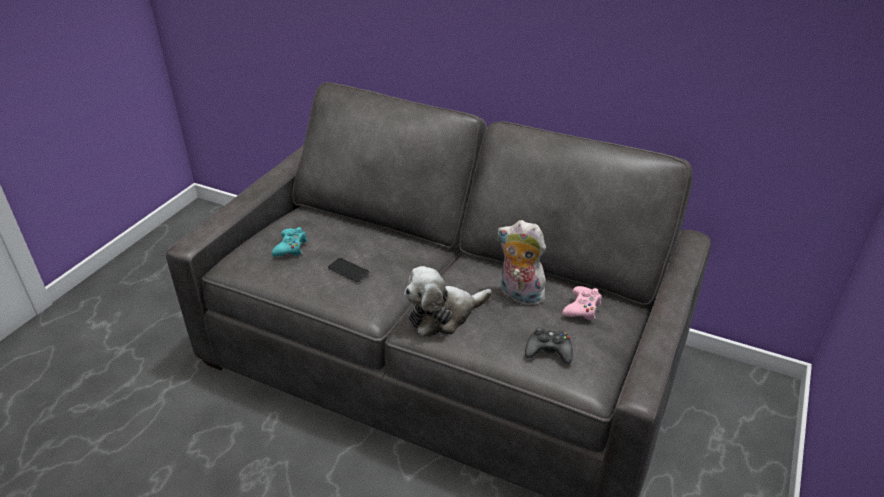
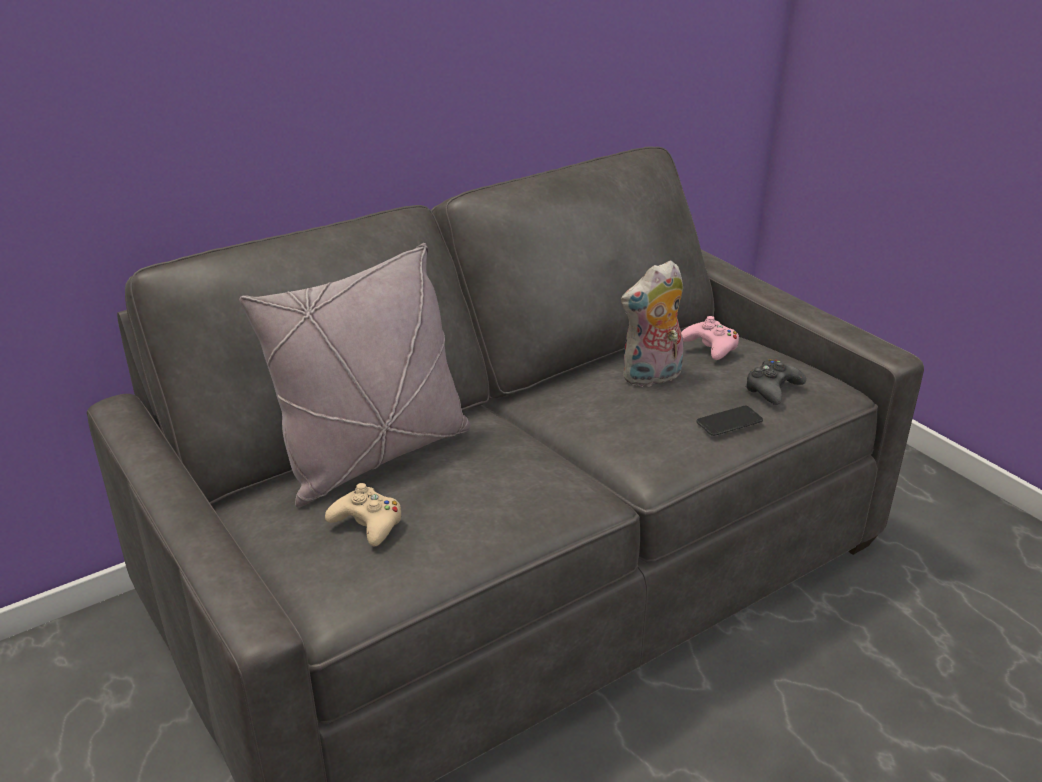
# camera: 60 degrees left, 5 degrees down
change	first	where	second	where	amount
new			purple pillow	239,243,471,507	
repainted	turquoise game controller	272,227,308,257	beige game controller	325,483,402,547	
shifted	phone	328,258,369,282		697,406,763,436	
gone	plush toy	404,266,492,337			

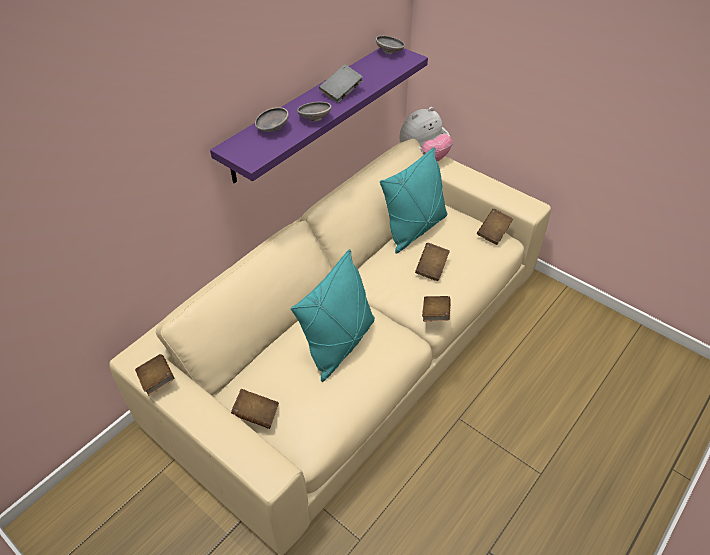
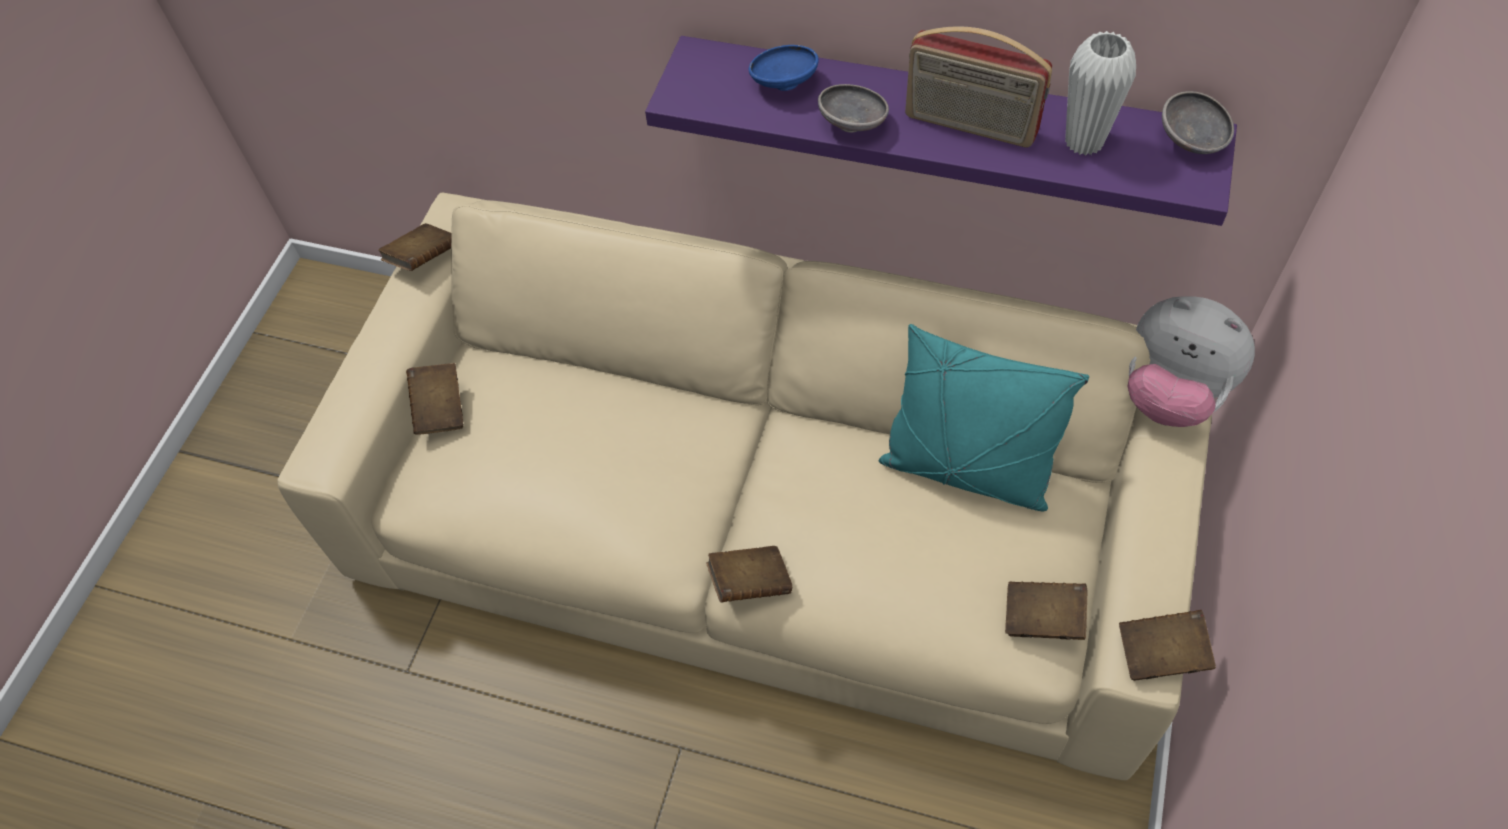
# camera: 70 degrees right, 10 degrees up
change	first	where	second	where	amount
repainted	grey bowl	255,107,289,132	blue bowl	749,45,819,91	
swapped	grey book	319,64,363,103	radio	905,26,1052,148	
new			white vase	1065,31,1136,156	
shifted	brown book	415,243,450,281		1119,610,1216,681	
gone	turquoise pillow	291,249,375,382			

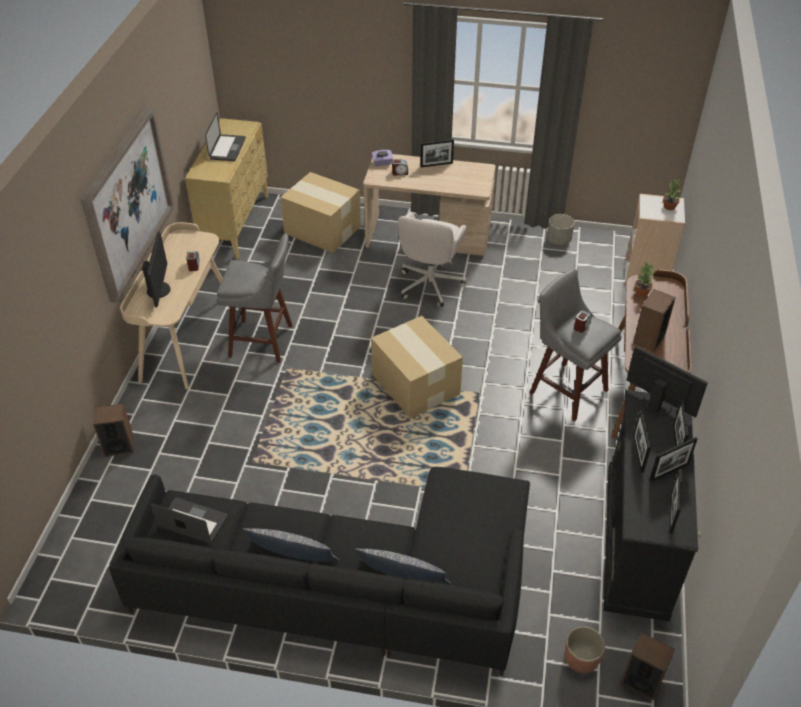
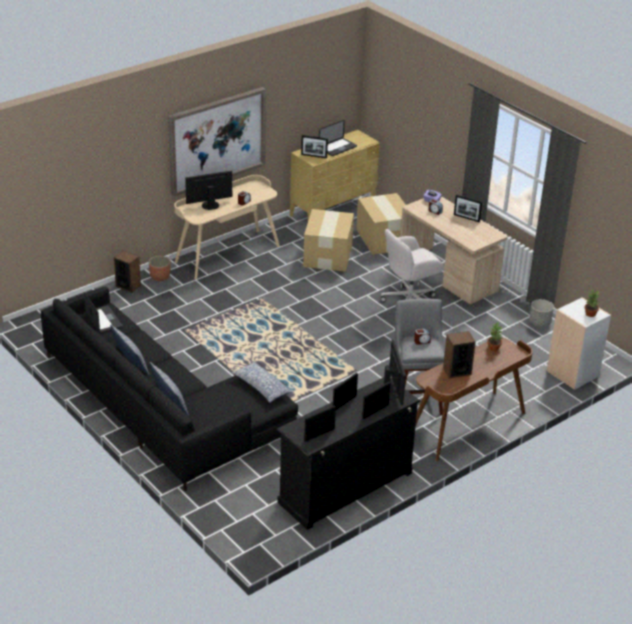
# camera: 40 degrees right, 10 degrees down
change	first	where	second	where	amount
shifted	planter	565,626,605,673		149,256,170,281	
rotated	monitor	142,231,171,308		185,170,232,210	150 degrees counterclockwise
new			pillow	231,361,294,403	
shifted	picture frame	649,437,697,481		301,135,328,158	
shifted	cardboard box	371,316,463,418		303,209,354,272	
gone	grey stool	217,234,293,363			
gone	speaker	621,632,675,701			

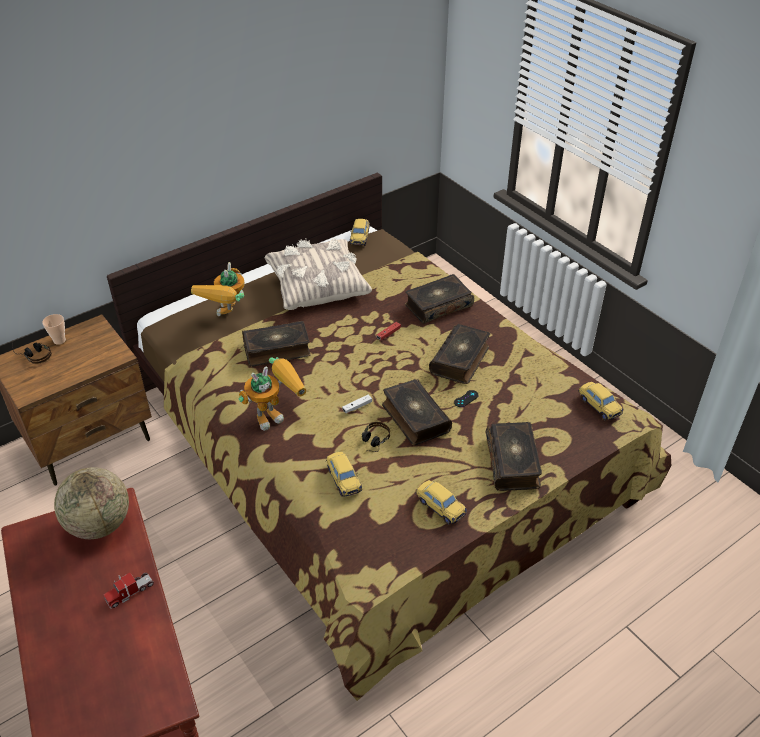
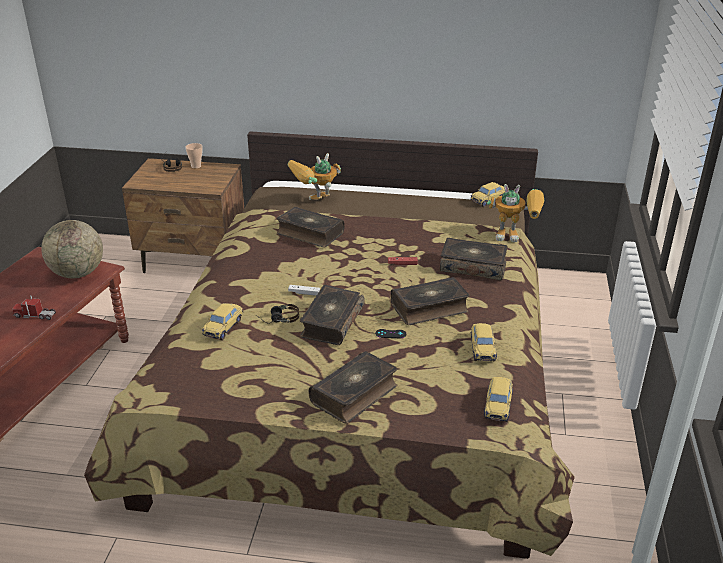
# camera: 45 degrees right, 10 degrees down
change	first	where	second	where	amount
shifted	toy car	415,480,467,524		471,323,497,362	
shifted	toy robot	238,357,307,431		487,184,544,242	
gone	beige pillow	265,238,372,310			

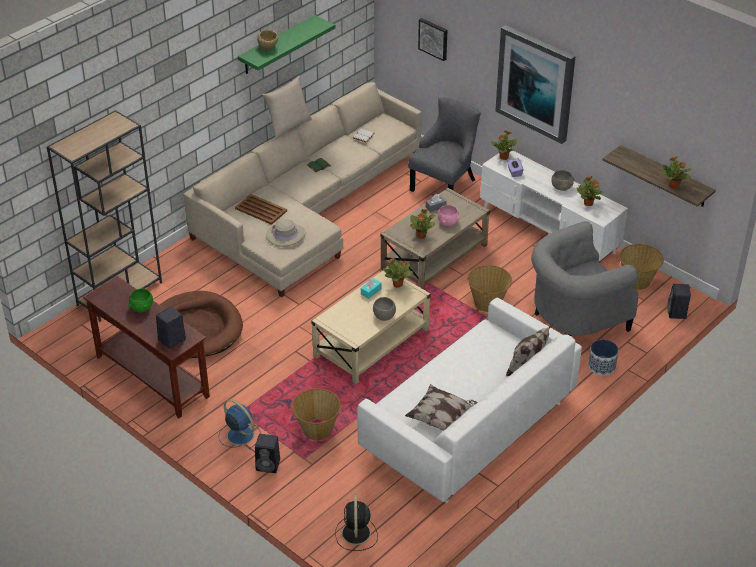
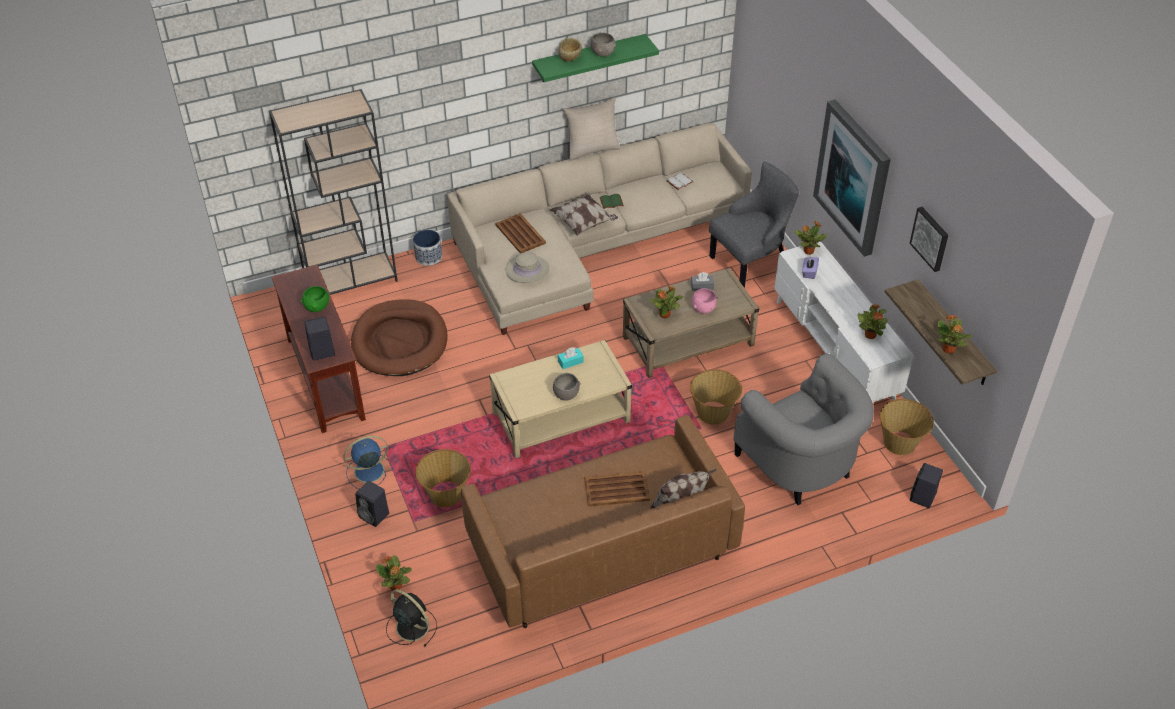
# camera: 25 degrees right, 5 degrees up
change	first	where	second	where	amount
rotated	blue fan	219,399,261,450		343,436,394,489	90 degrees counterclockwise
shifted	potted plant	383,258,413,288		376,555,412,590	
rotated	black fan	335,493,378,551		386,589,437,647	105 degrees clockwise
shifted	planter	588,339,619,376		413,230,442,266	
repainted	white sofa	357,298,582,503	brown sofa	461,415,745,628	
shifted	pillow	405,384,478,431		550,193,618,236	
new			brown tray	584,471,650,507	
shifted	grey bowl	551,170,575,191		590,33,616,57	
rotated	grey armchair	531,221,639,336		734,353,874,505	120 degrees counterclockwise
shifted	picture	418,18,447,61		910,207,948,272	

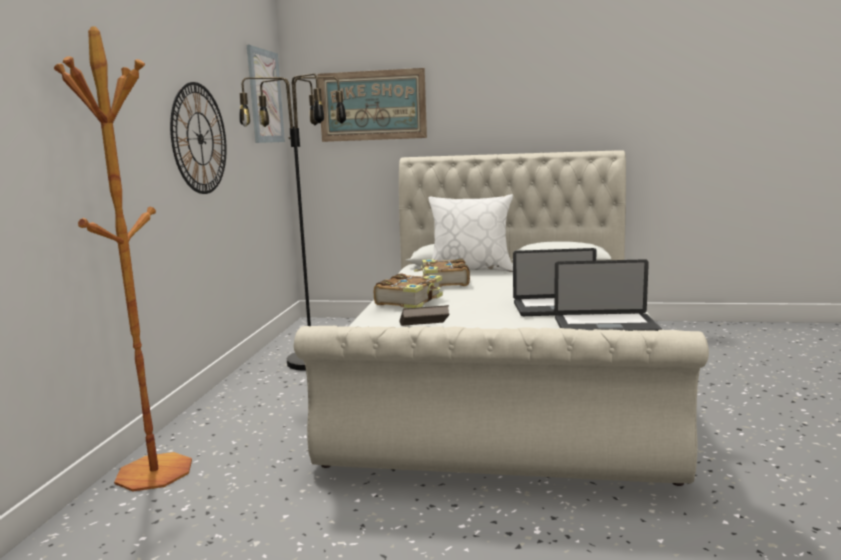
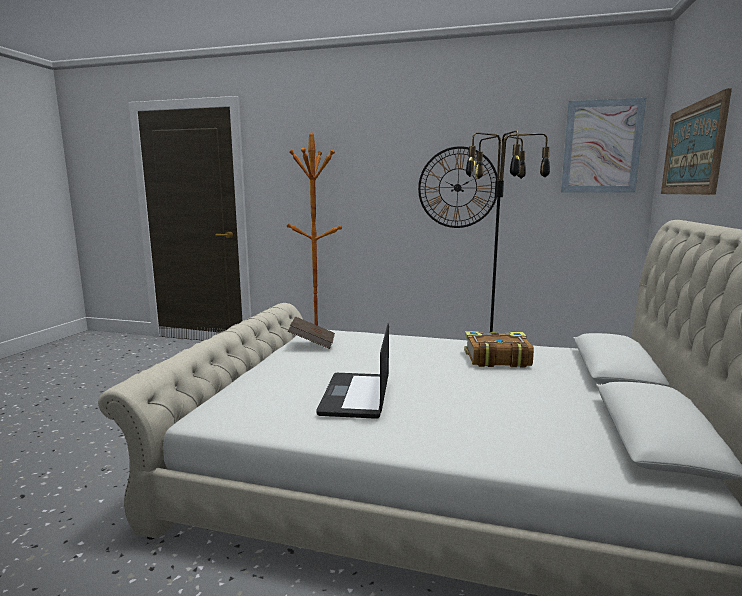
# camera: 95 degrees right, 0 degrees up
change	first	where	second	where	amount
gone	book	374,273,443,308			
gone	white pillow	428,194,513,272			
gone	laptop	554,259,662,331			

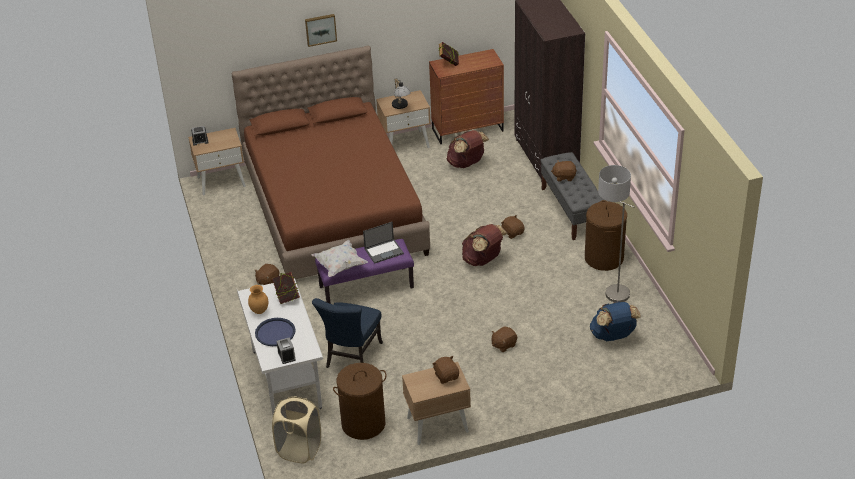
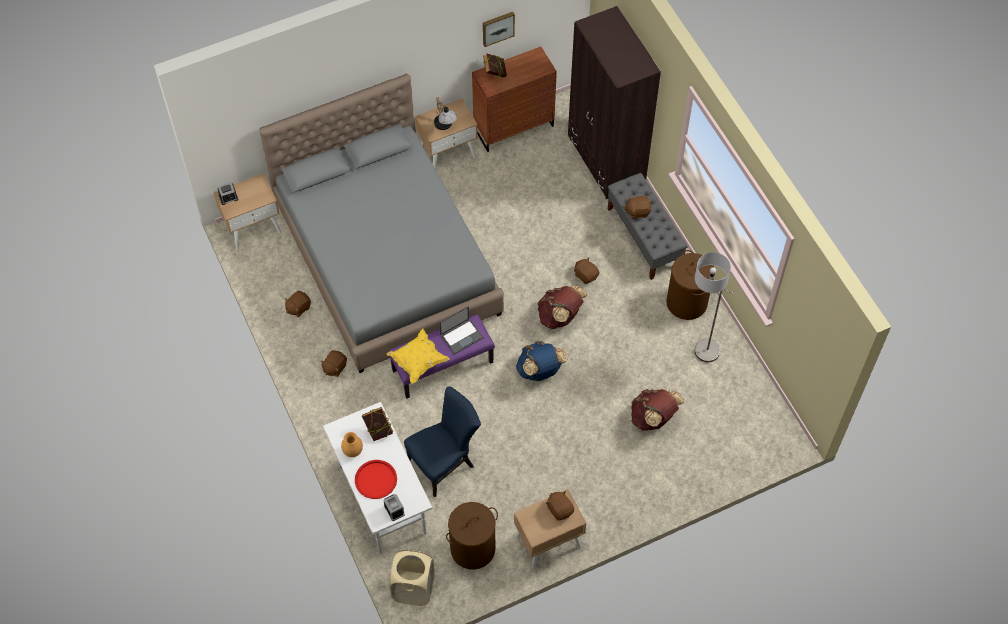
# camera: 10 degrees left, 20 degrees up
change	first	where	second	where	amount
repainted	brown bed	232,45,430,279	grey bed	259,74,504,373	
shifted	brown plush toy	492,326,517,352		285,291,311,317	
repainted	blue tray	255,318,296,346	red tray	355,460,397,499	
repainted	white pillow	312,240,368,277	yellow pillow	387,329,450,383	
rotated	blue chair	312,298,383,368		404,386,481,497	135 degrees counterclockwise
shifted	picture	305,14,337,47		483,12,515,47	
shifted	blue backpack	590,301,641,341		516,341,567,381	
shifted	brown backpack	447,130,489,168		631,389,684,431	

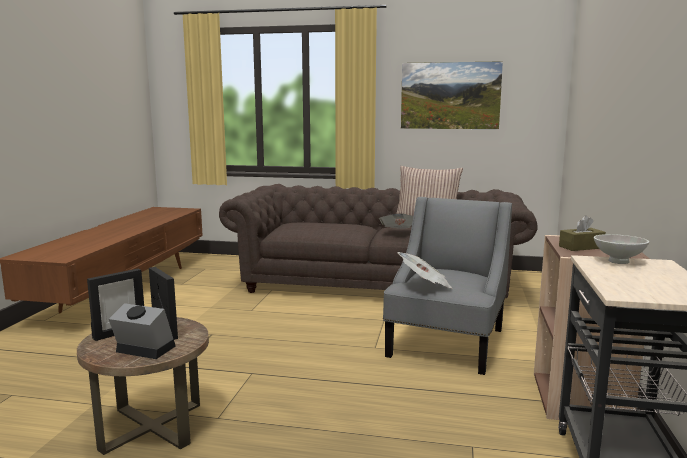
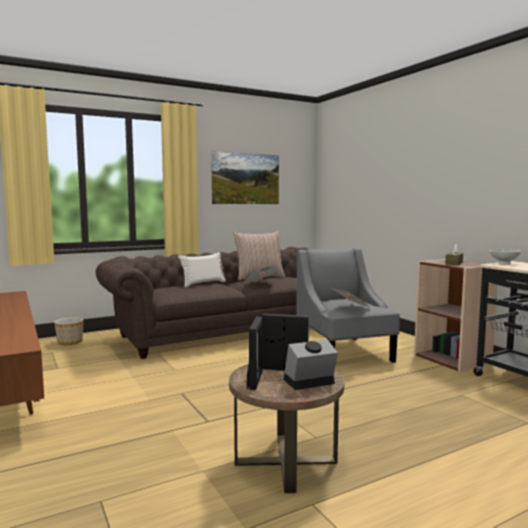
# camera: 40 degrees left, 5 degrees down
change	first	where	second	where	amount
new			planter	54,317,84,345	
new			white pillow	178,252,226,288	

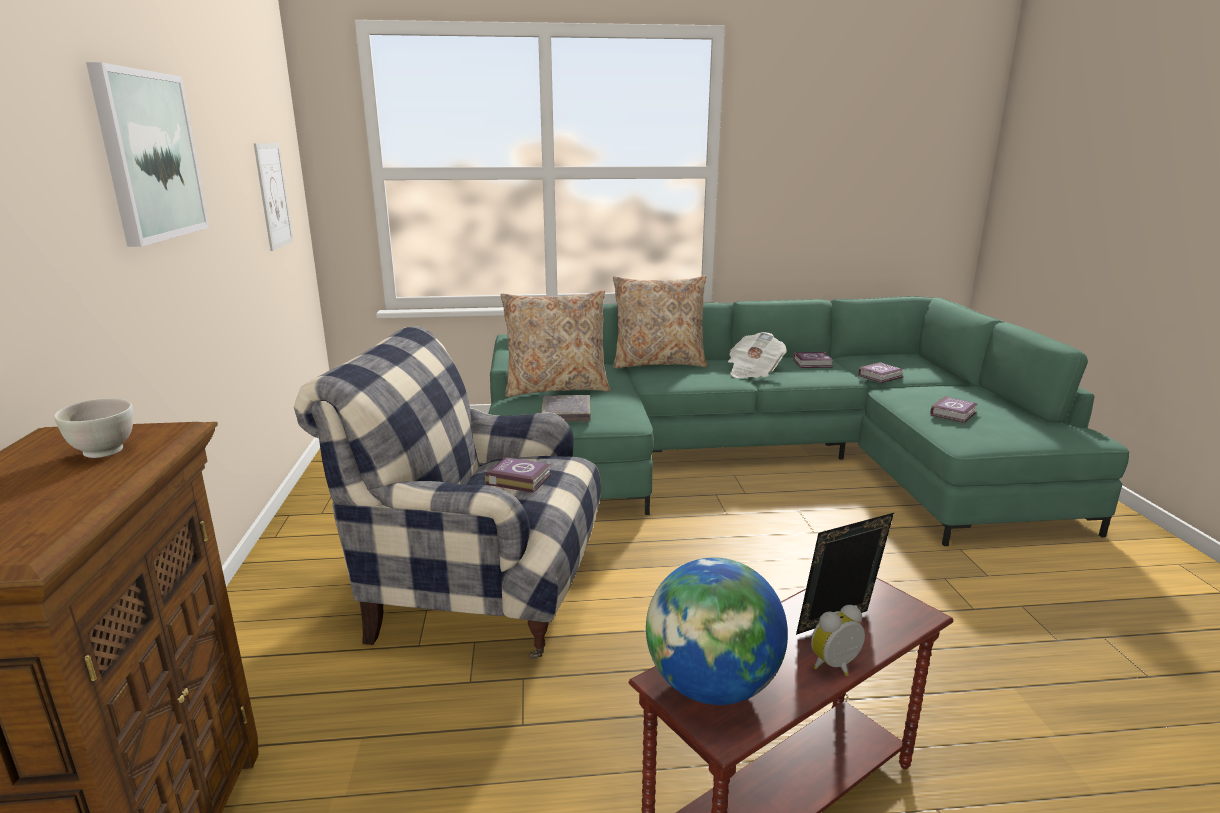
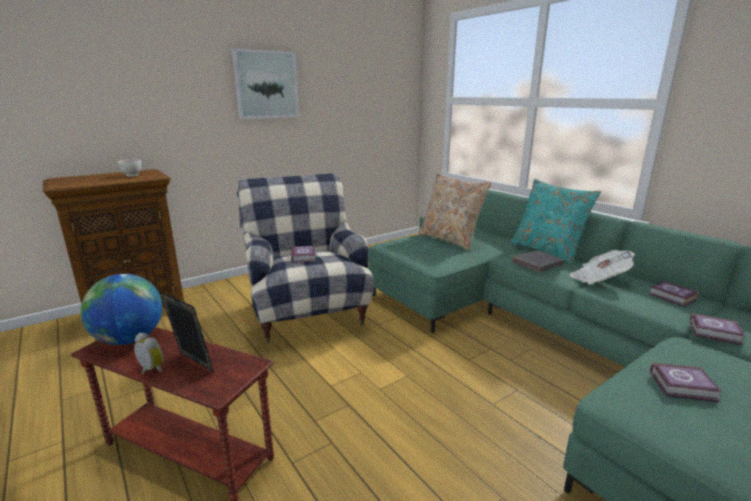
# camera: 60 degrees right, 0 degrees up
change	first	where	second	where	amount
repainted	beige pillow	613,275,707,368	turquoise pillow	510,179,601,264	
shifted	grey book	541,395,591,422		512,250,564,272	
gone	picture	254,143,294,251			

